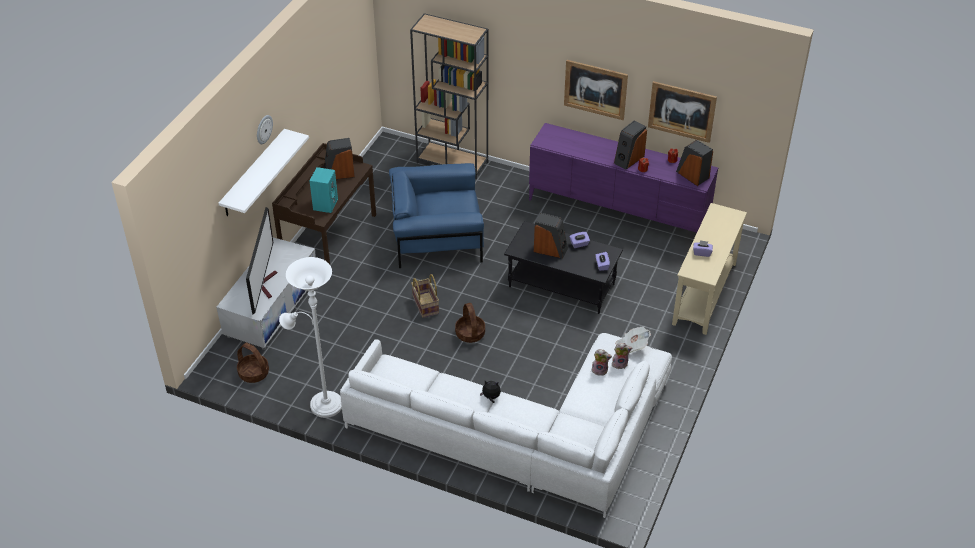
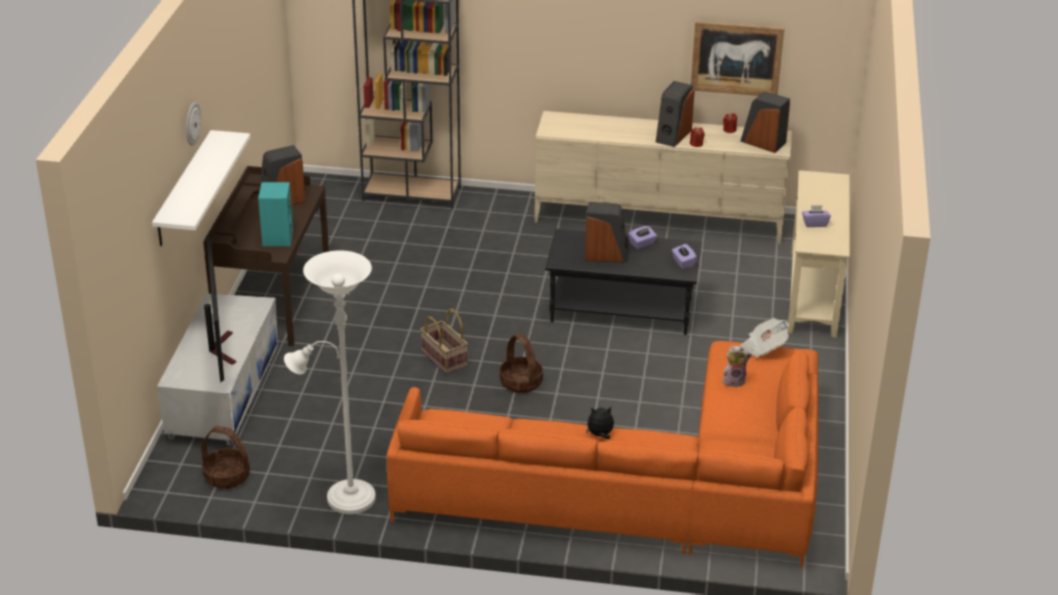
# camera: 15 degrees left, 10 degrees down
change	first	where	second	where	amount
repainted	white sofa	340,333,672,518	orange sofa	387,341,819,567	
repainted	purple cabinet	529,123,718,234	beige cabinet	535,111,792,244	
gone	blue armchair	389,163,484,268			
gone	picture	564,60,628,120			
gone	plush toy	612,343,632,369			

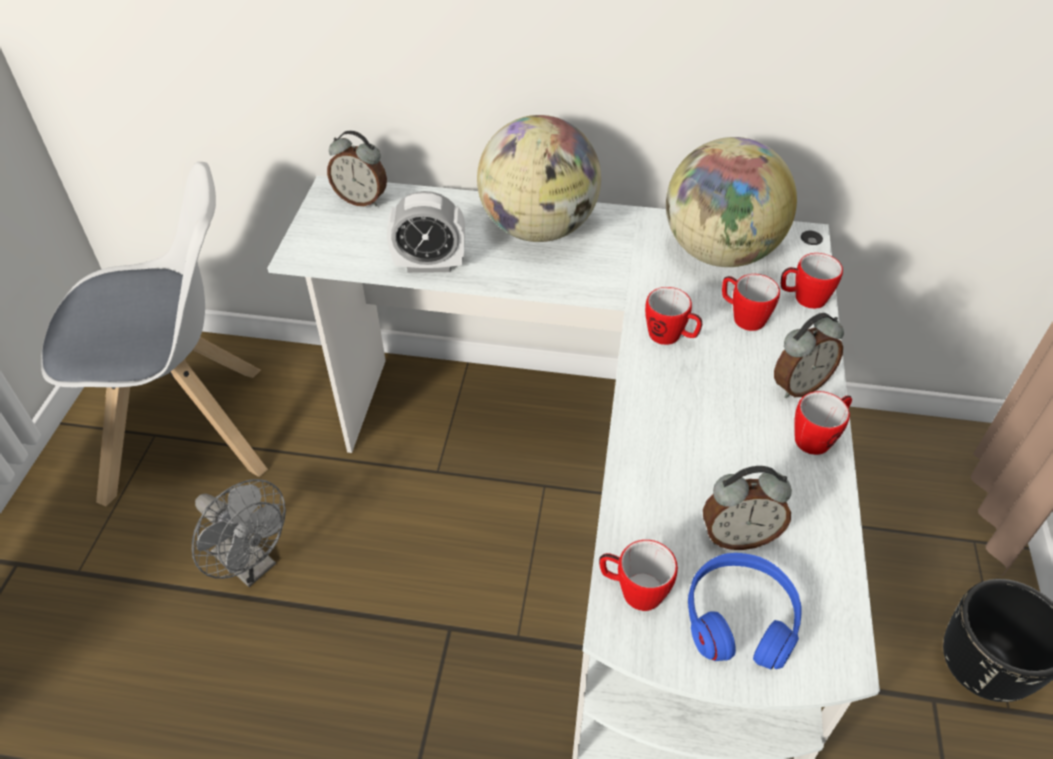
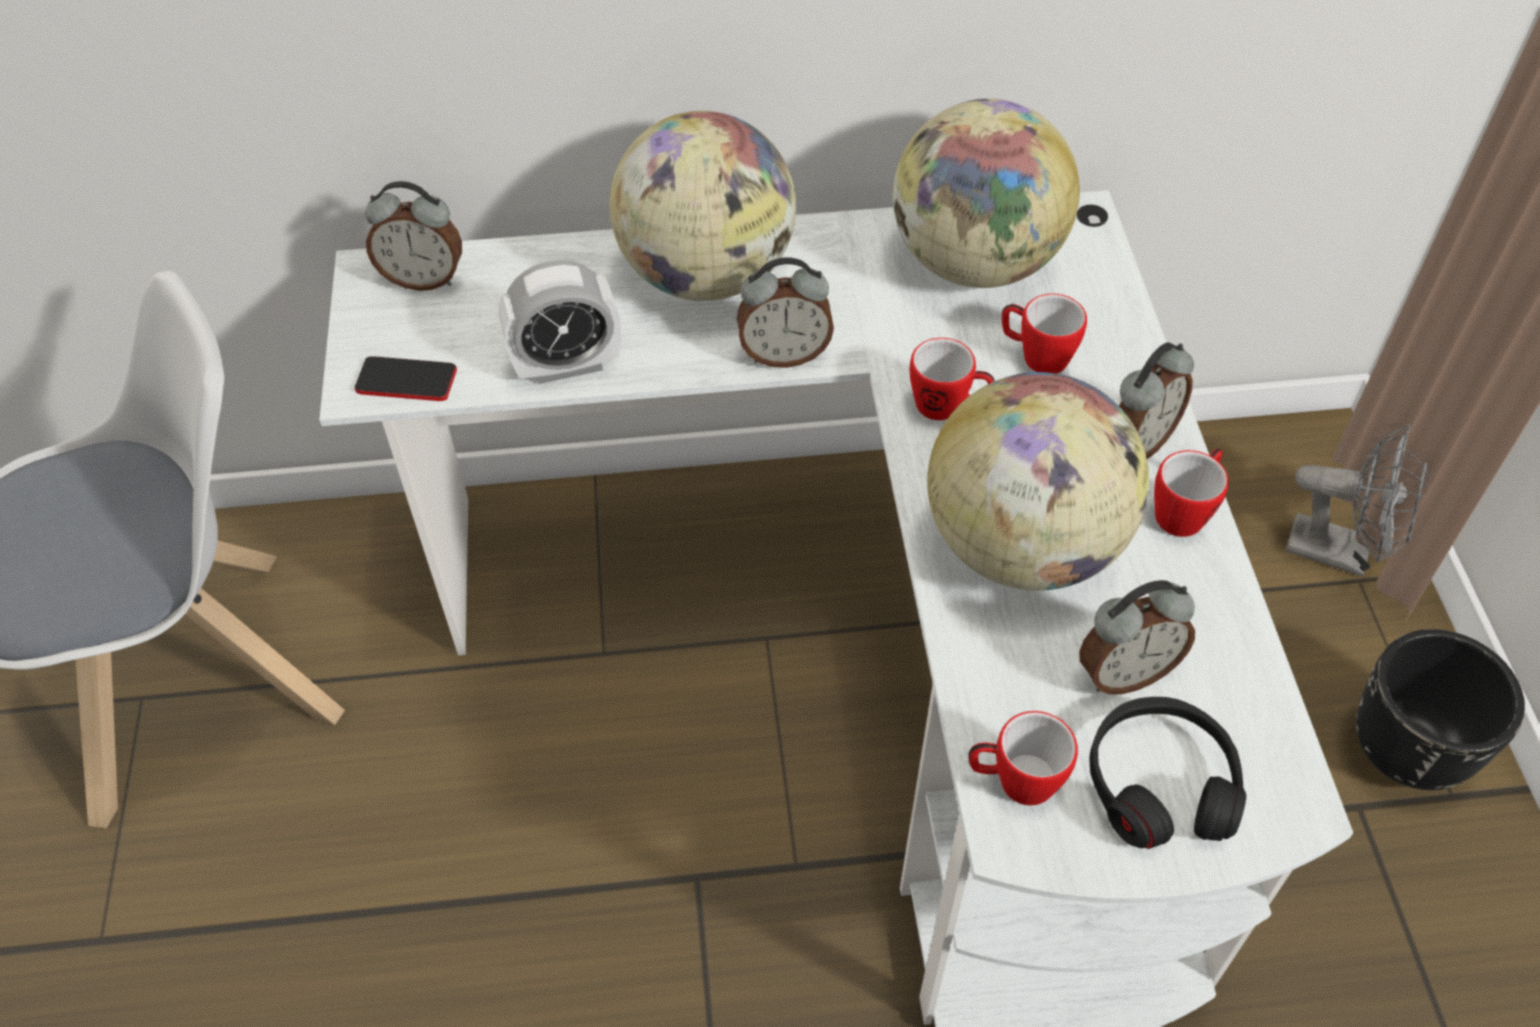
# camera: 15 degrees left, 5 degrees up
change	first	where	second	where	amount
new			phone	354,356,457,401	
new			alarm clock	737,257,834,368	
new			globe	927,372,1149,591	
repainted	blue headphones	688,553,802,669	black headphones	1089,697,1246,849	
shifted	grey fan	192,479,286,587		1286,424,1431,577	
gone	mug	781,253,843,309			

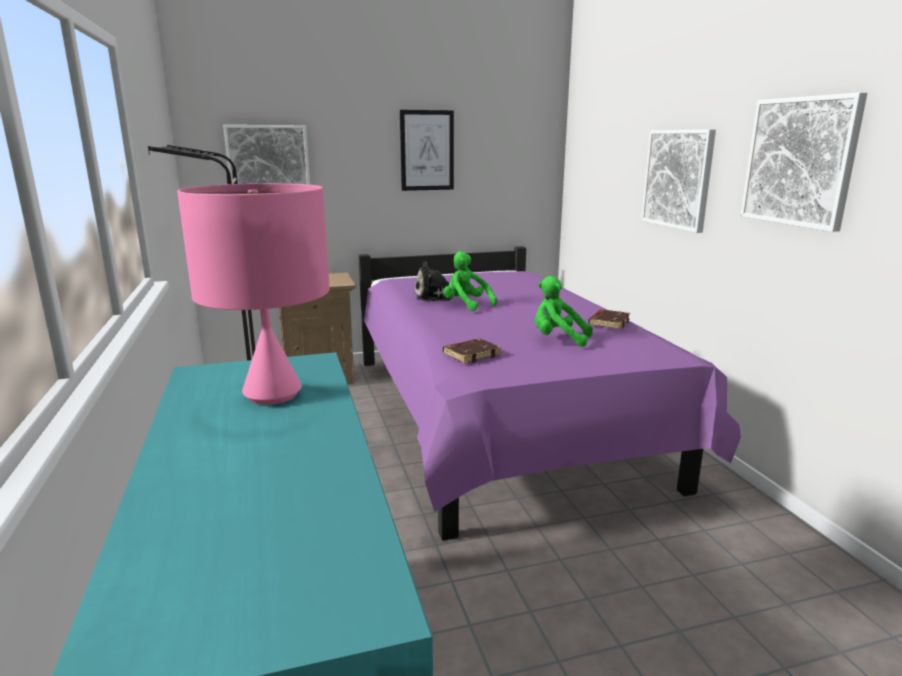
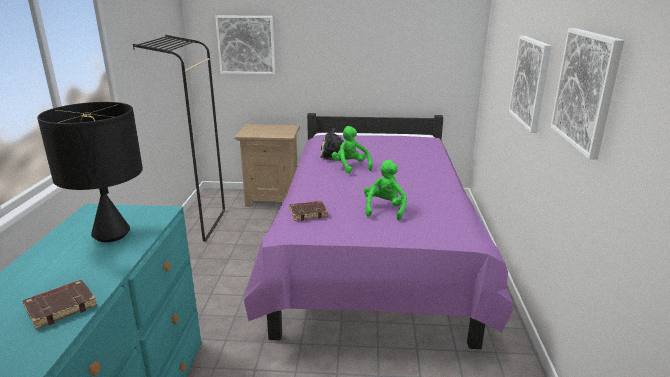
# camera: 20 degrees right, 5 degrees up
change	first	where	second	where	amount
shifted	brown book	588,309,630,329		23,280,97,329	
repainted	pink table lamp	177,183,330,405	black table lamp	37,102,143,242	
rotated	green plush toy	535,276,593,347		364,160,407,220	60 degrees clockwise
gone	picture	400,110,454,191			

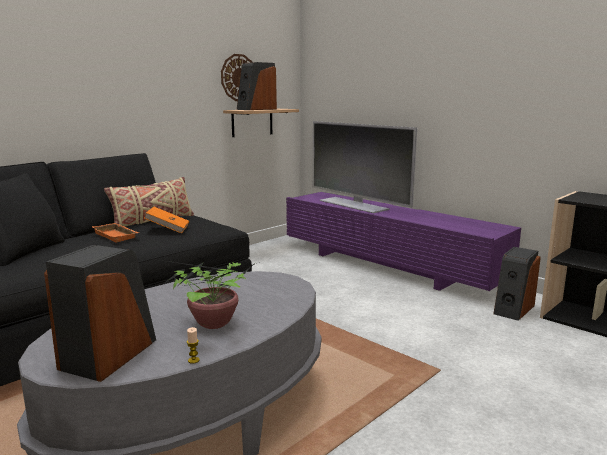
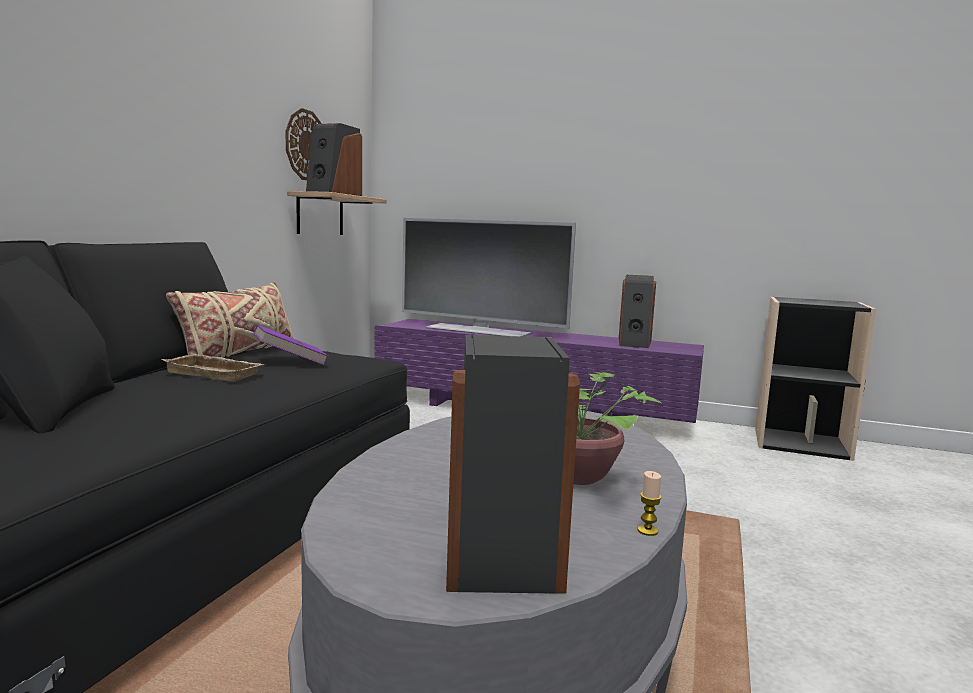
# camera: 25 degrees left, 5 degrees down
change	first	where	second	where	amount
repainted	orange tray	92,223,139,243	beige tray	161,354,265,382	
repainted	orange book	144,207,189,234	purple book	254,325,328,365	
shifted	speaker	493,247,541,321		619,275,656,348	

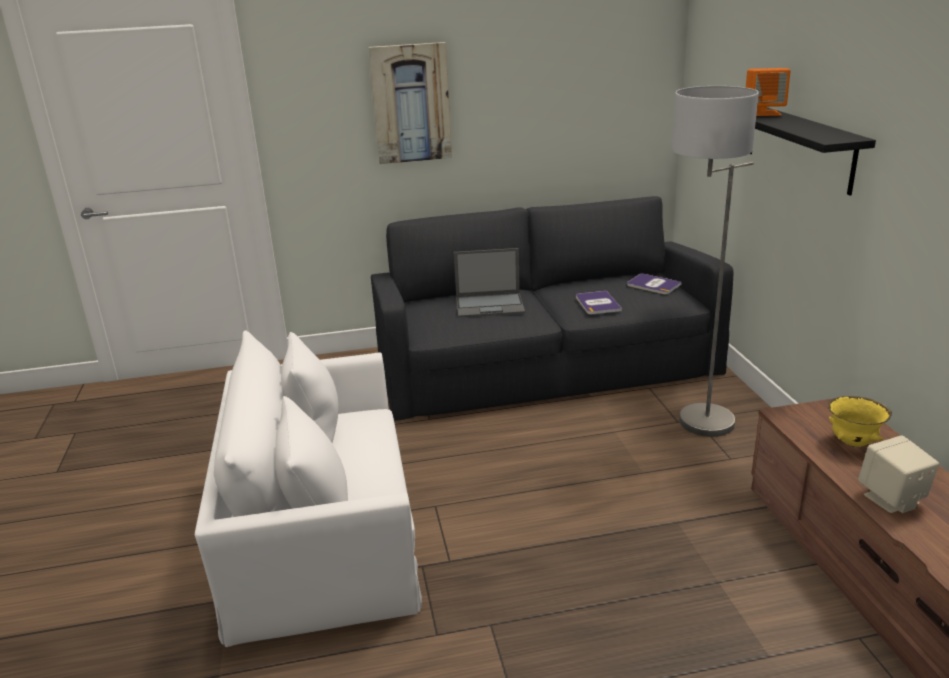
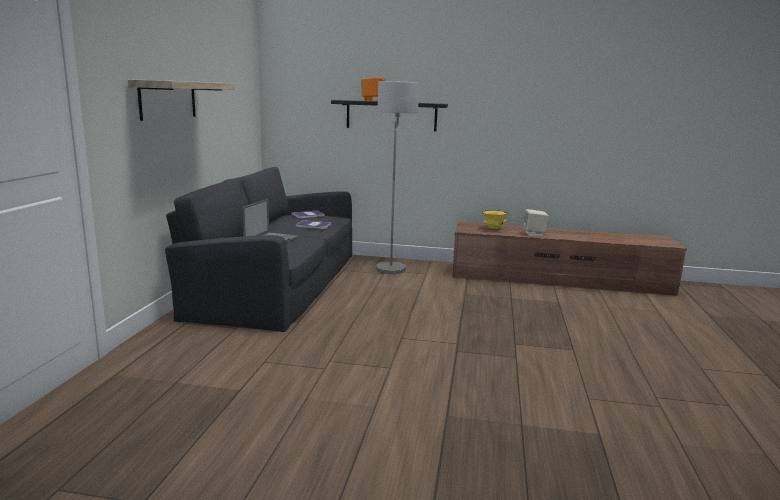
# camera: 70 degrees left, 10 degrees down
change	first	where	second	where	amount
swapped	picture	368,42,452,164	shelf	128,79,235,121	
gone	white armchair	195,330,422,647			

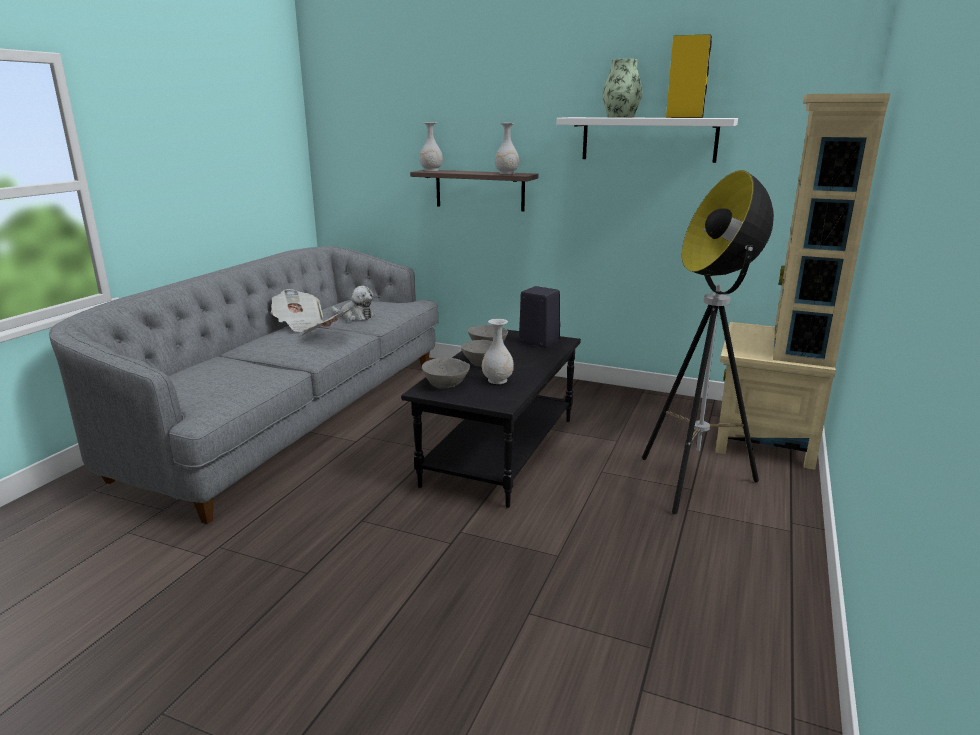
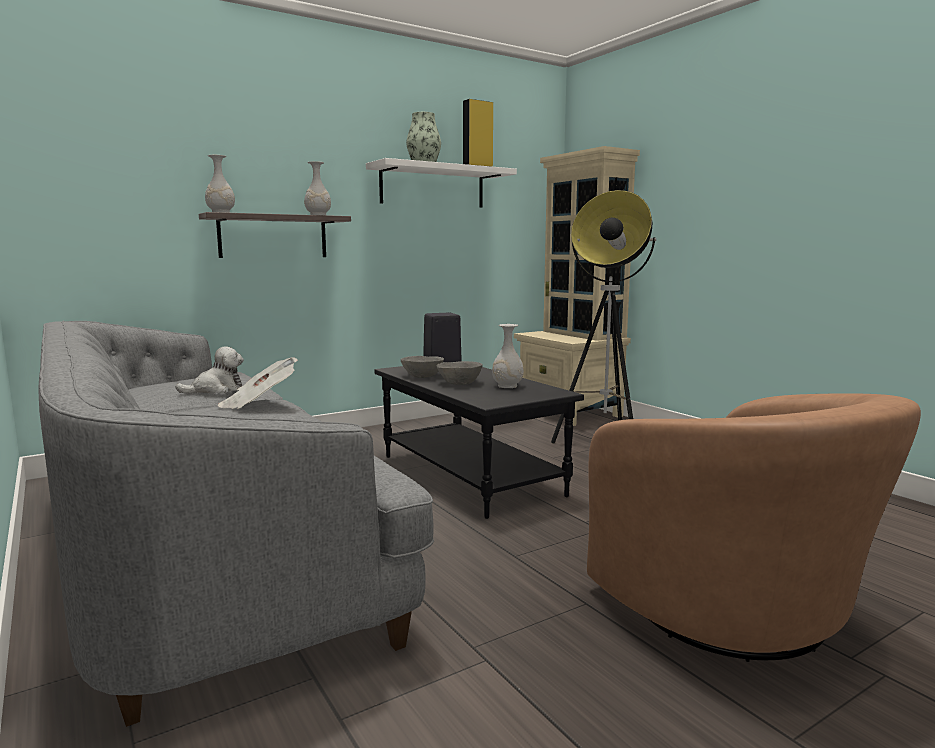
# camera: 55 degrees left, 10 degrees down
change	first	where	second	where	amount
new			brown armchair	587,393,921,662	
gone	newspaper	271,289,323,332			
gone	grey bowl	422,358,470,389			

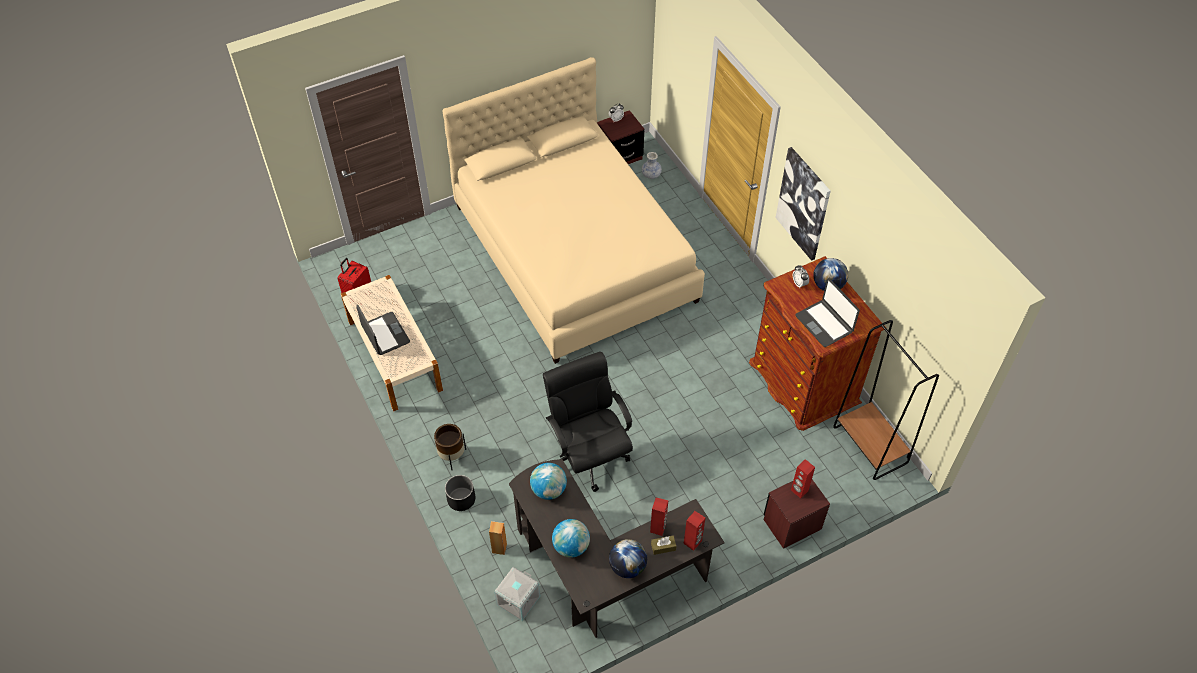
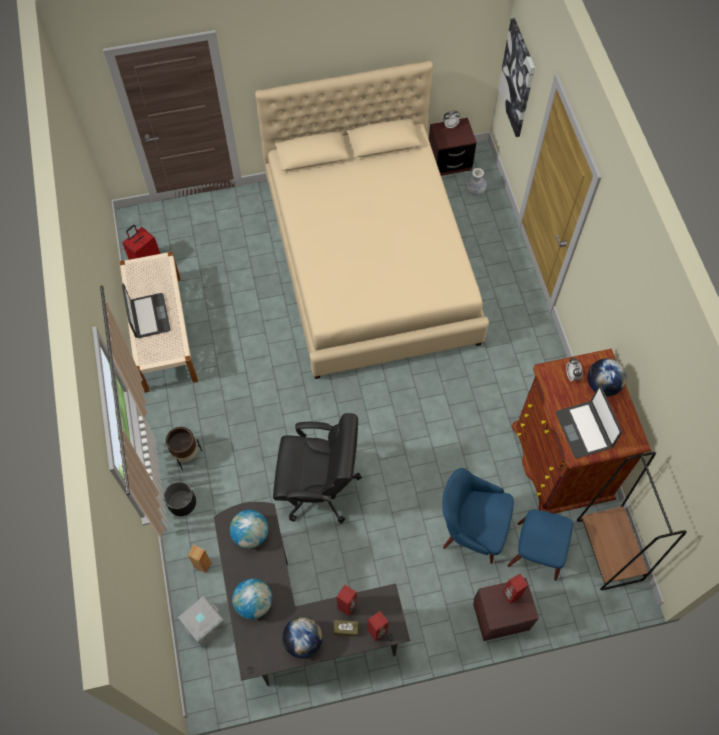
# camera: 15 degrees right, 10 degrees up
change	first	where	second	where	amount
rotated	black office chair	543,352,633,492		273,413,362,524	105 degrees clockwise
new			blue armchair	442,468,573,581	
shifted	picture	776,147,831,261		498,18,535,137	

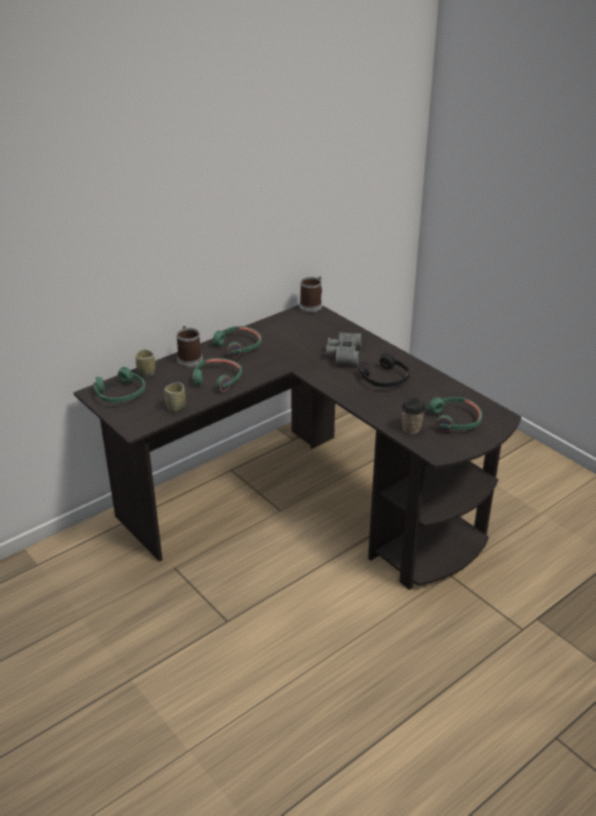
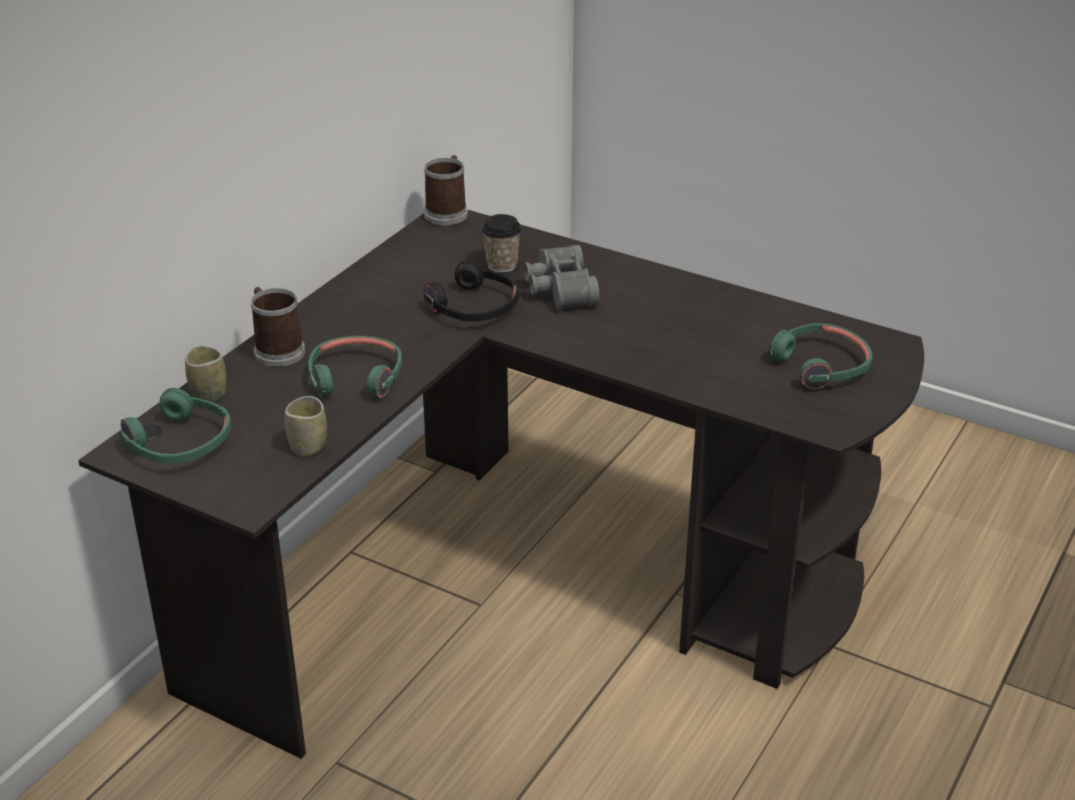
# camera: 20 degrees left, 0 degrees up
change	first	where	second	where	amount
shifted	black headphones	358,353,410,387		424,260,519,322	
shifted	cup	401,398,426,434		482,214,521,273	
gone	green headphones	213,326,262,357			

